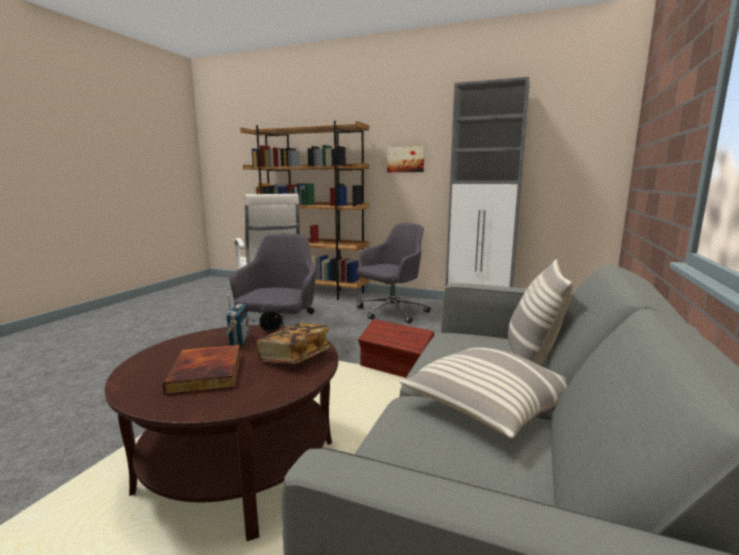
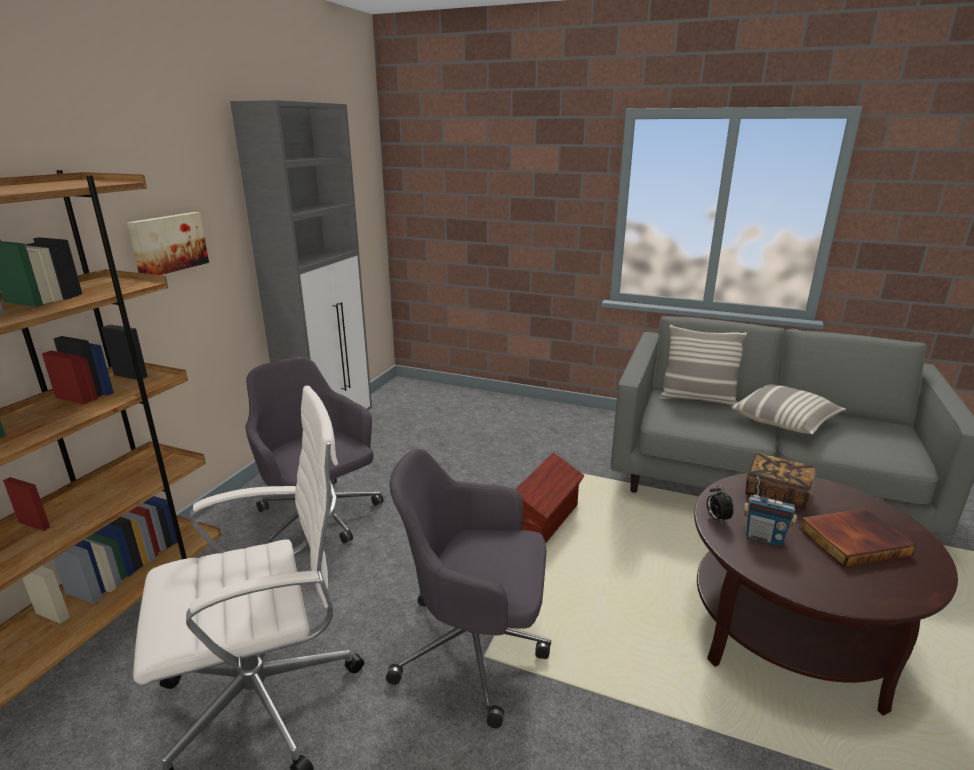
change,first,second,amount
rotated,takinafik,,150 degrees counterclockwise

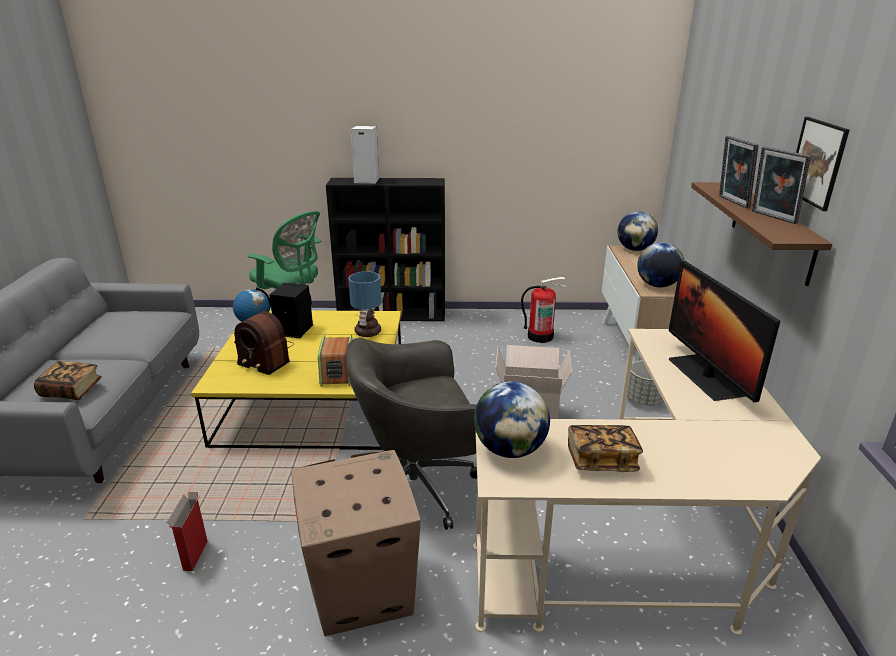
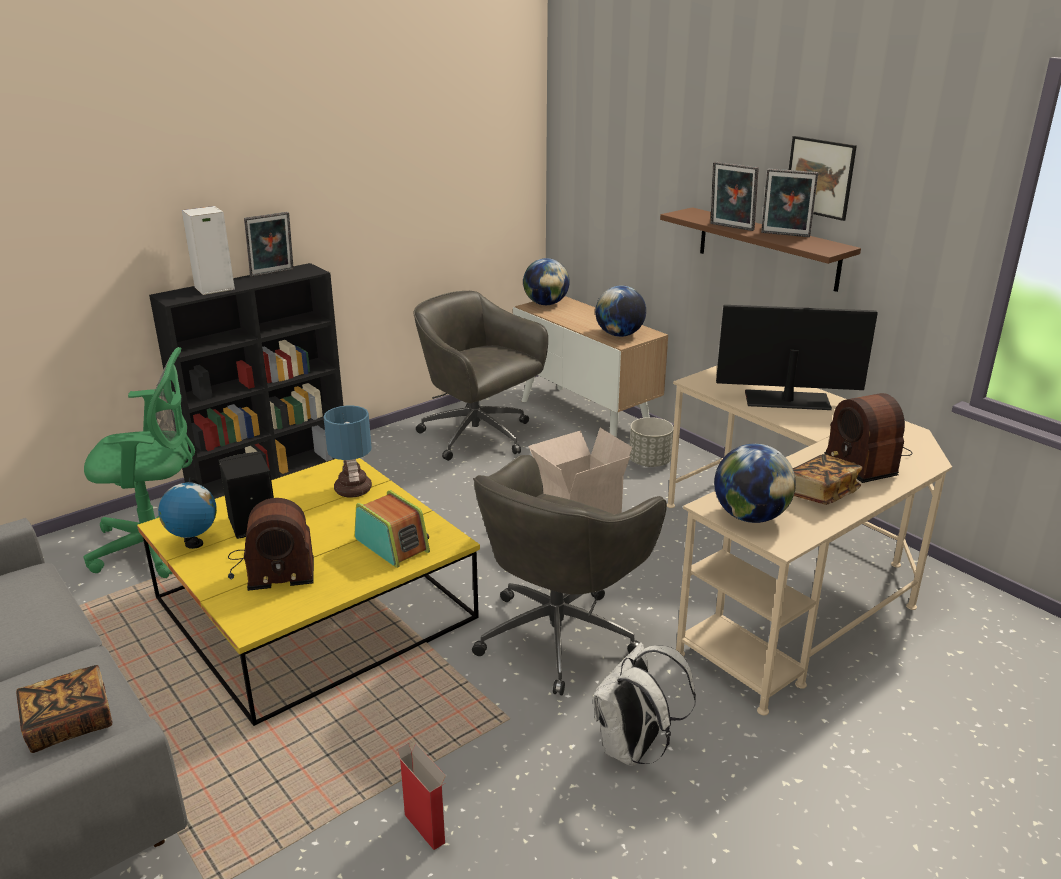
change,first,second,amount
new,,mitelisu (no. 1 from left),
new,,takinafik (no. 3 from left),
swapped,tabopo (no. 2 from left),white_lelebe,
swapped,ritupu,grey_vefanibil (no. 1 from left),
rotated,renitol,,150 degrees clockwise

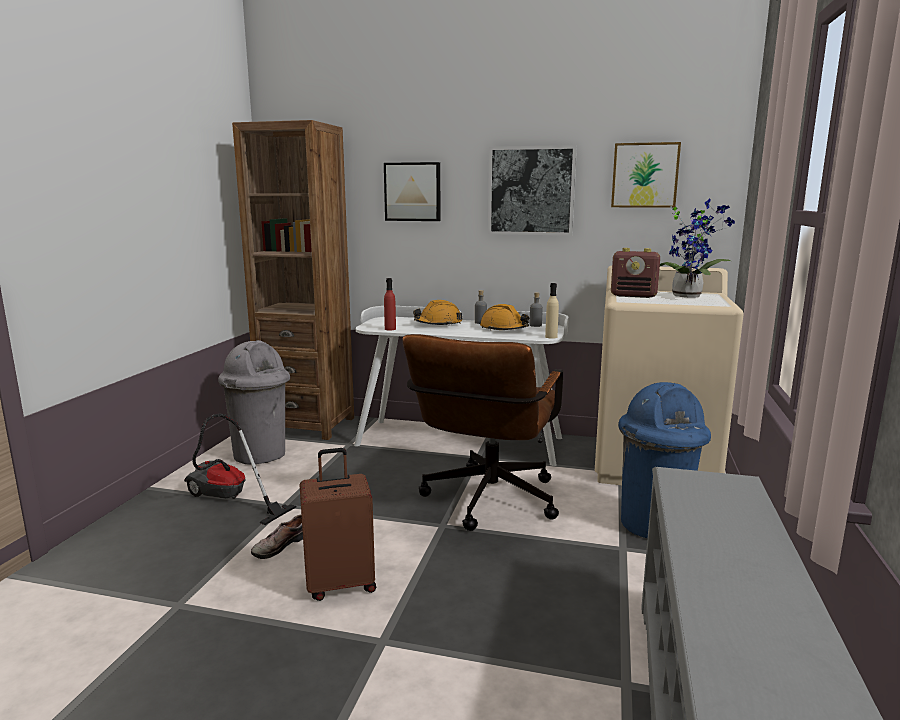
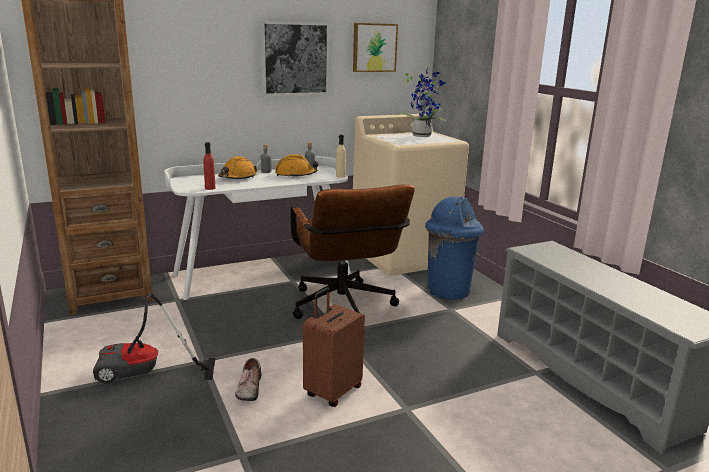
change,first,second,amount
gone,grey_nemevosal,,
gone,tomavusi (no. 1 from left),,
gone,takinafik,,

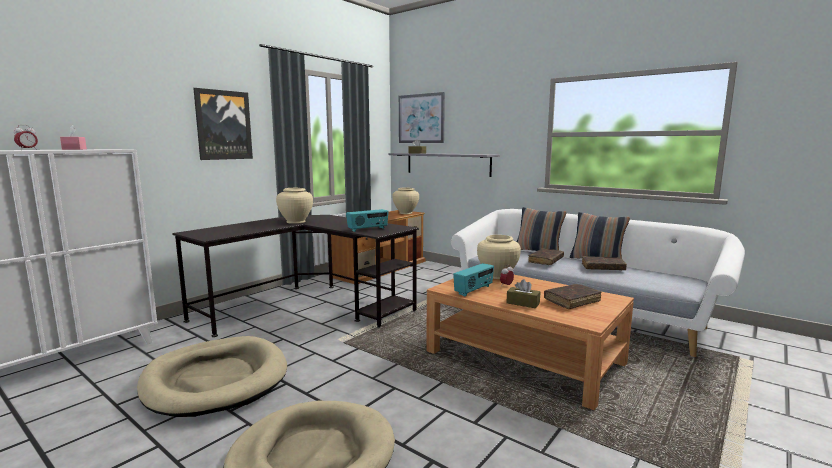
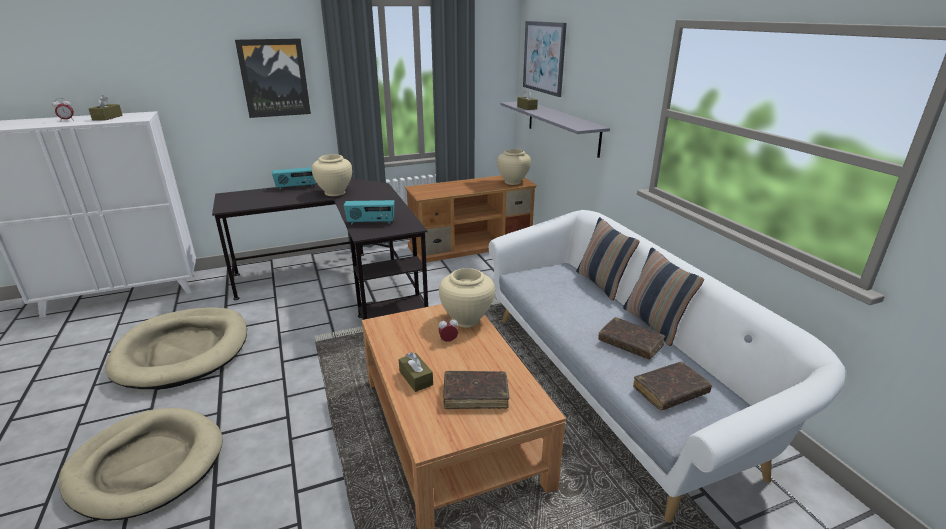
change,first,second,amount
shifted,takinafik (no. 2 from left in the first image),takinafik (no. 1 from left),
shifted,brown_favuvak (no. 1 from left in the first image),brown_favuvak (no. 3 from left),
repainted,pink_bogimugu,brown_bogimugu (no. 1 from left),

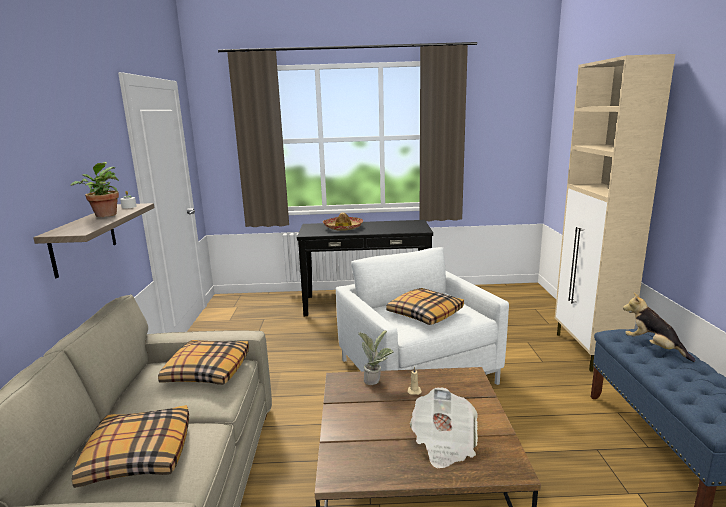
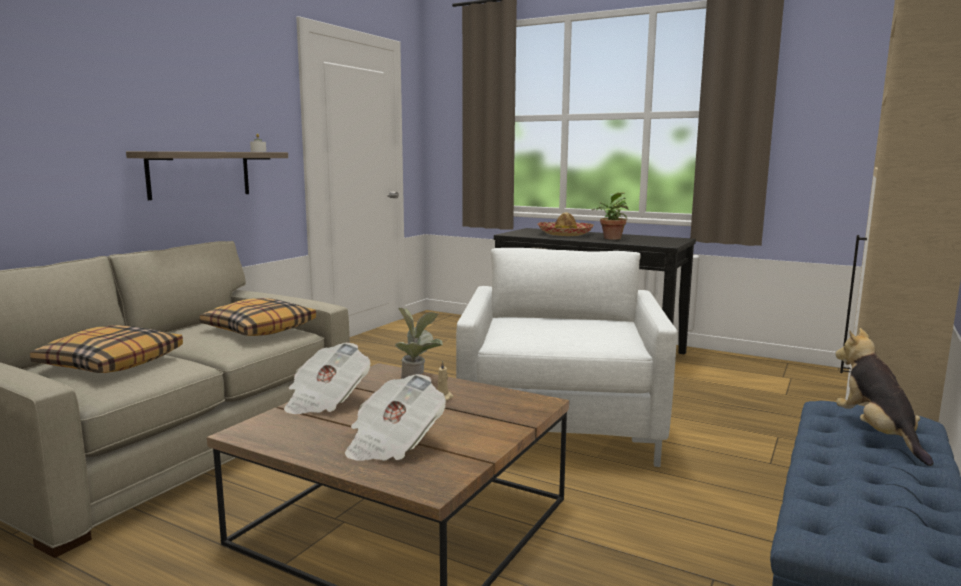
change,first,second,amount
gone,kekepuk (no. 3 from left),,
new,,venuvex (no. 1 from left),
shifted,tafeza (no. 1 from left in the first image),tafeza (no. 2 from left),

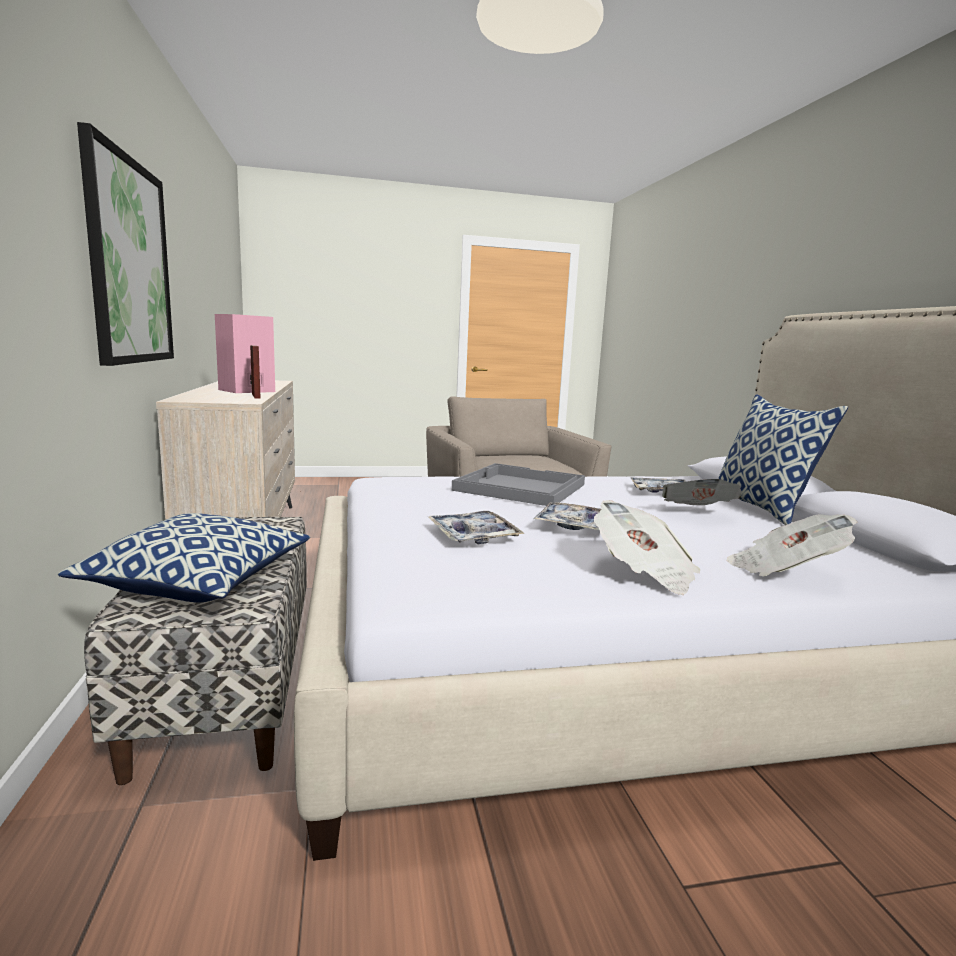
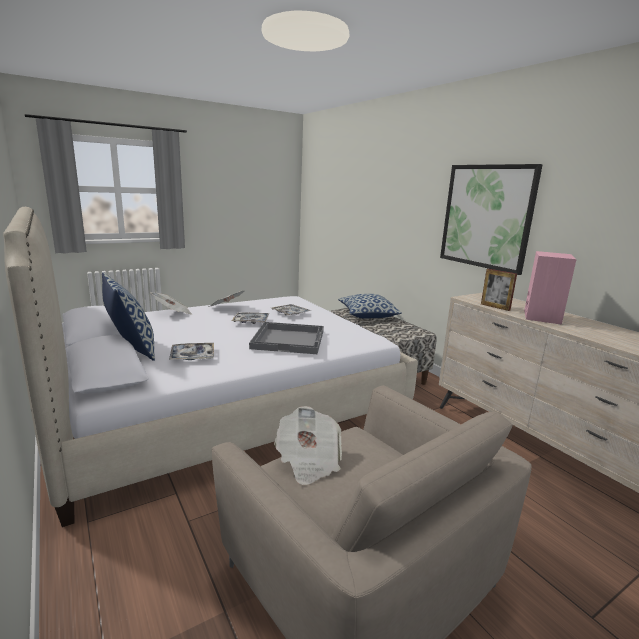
change,first,second,amount
shifted,venuvex (no. 2 from left in the first image),venuvex (no. 3 from left),

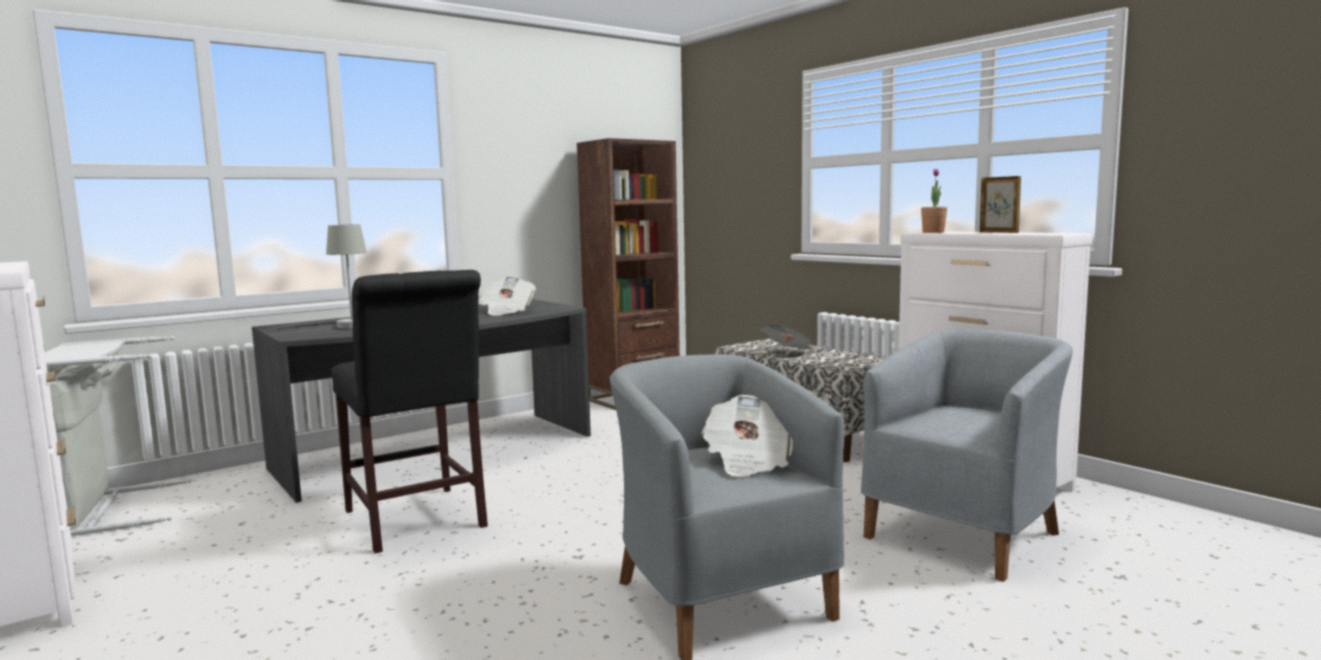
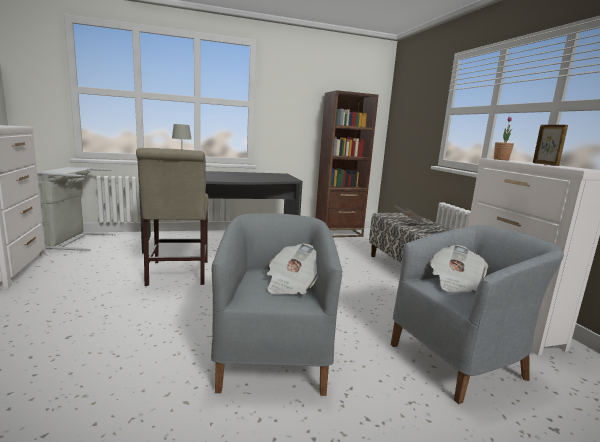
change,first,second,amount
shifted,venuvex (no. 1 from left in the first image),venuvex (no. 3 from left),
repainted,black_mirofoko,beige_mirofoko,

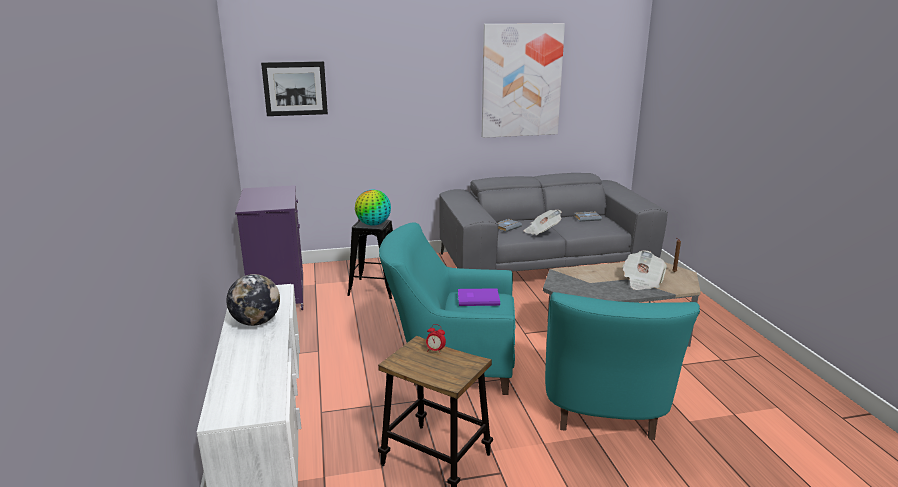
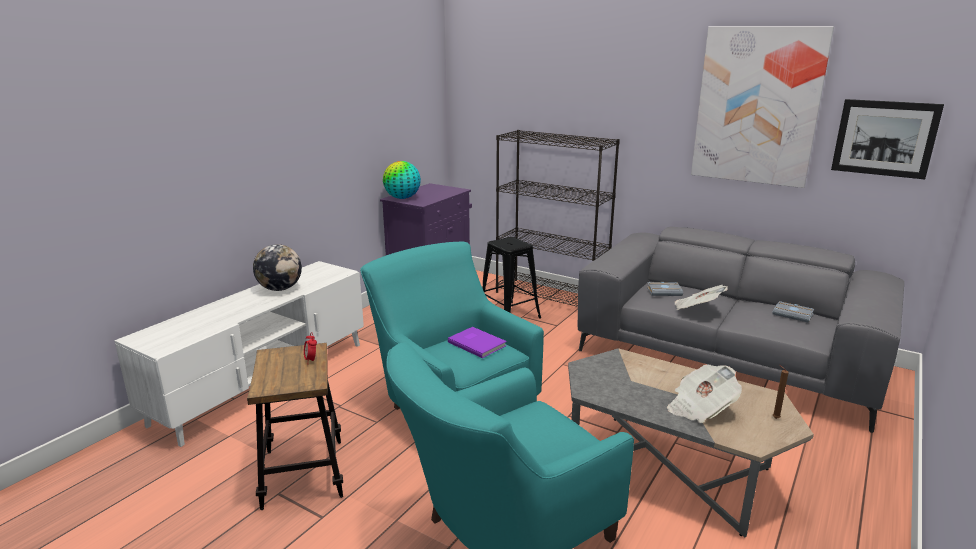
change,first,second,amount
new,,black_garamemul,
shifted,tomavusi (no. 1 from left in the first image),tomavusi (no. 2 from left),
shifted,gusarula (no. 2 from left),,

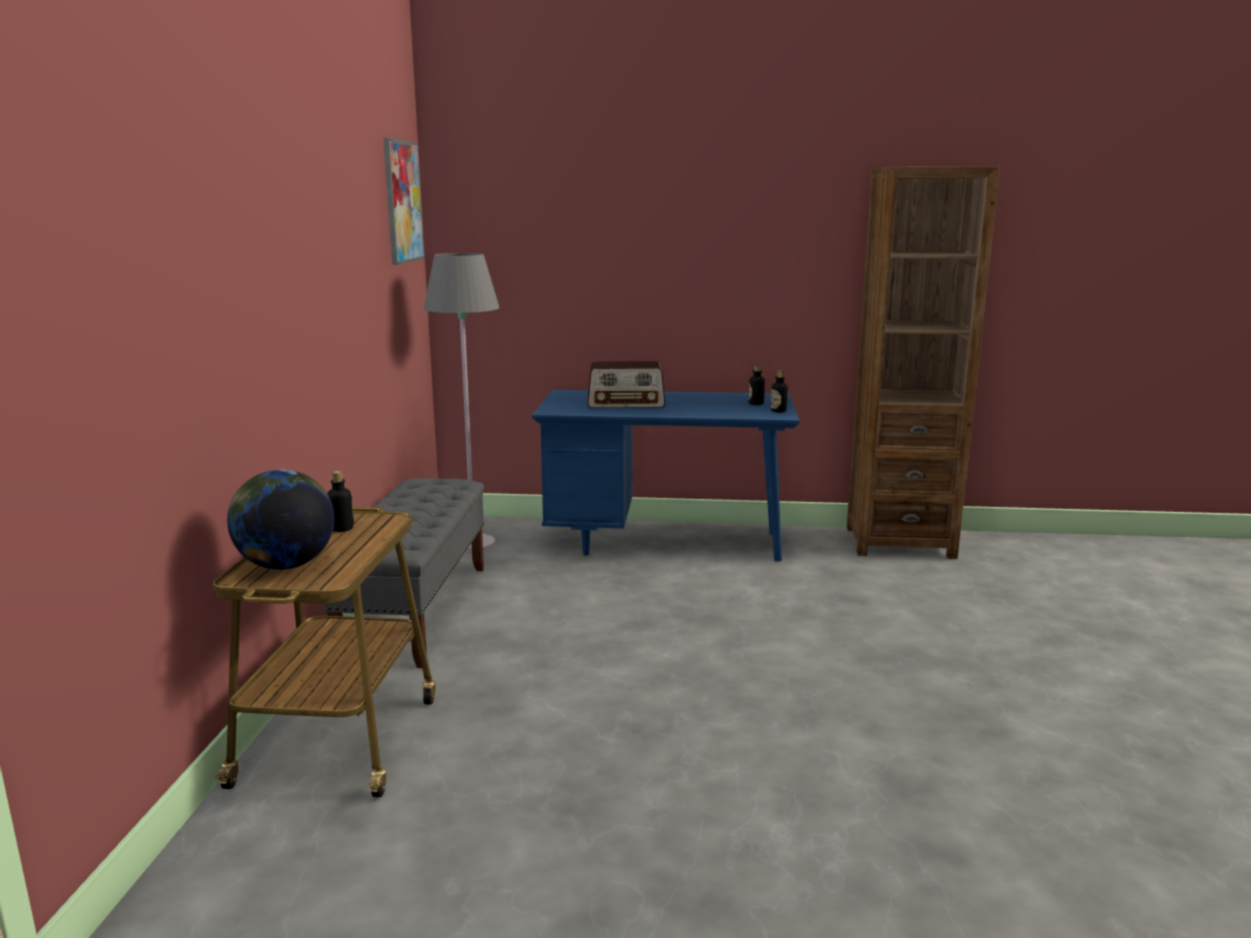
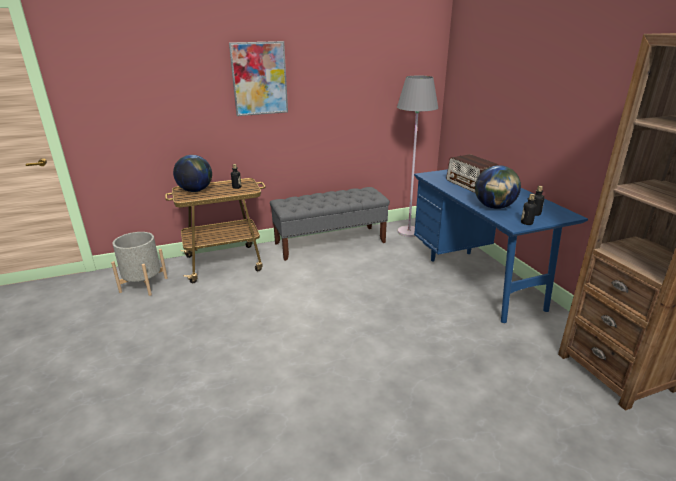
change,first,second,amount
new,,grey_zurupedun,
new,,gusarula (no. 2 from left),
shifted,tomavusi,,

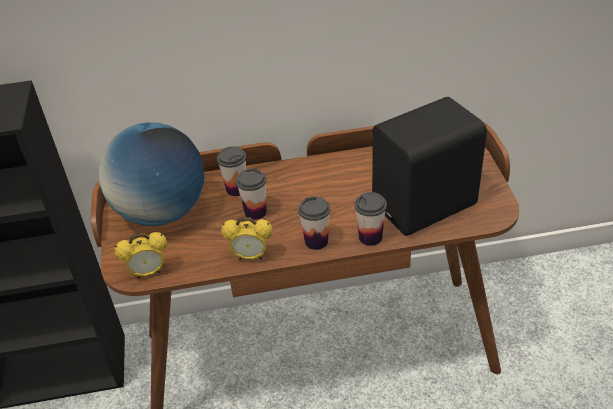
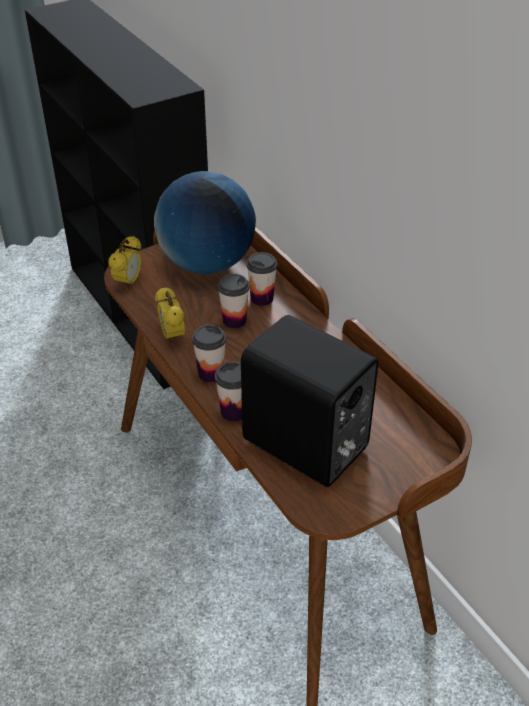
change,first,second,amount
rotated,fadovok (no. 1 from left),,120 degrees counterclockwise

